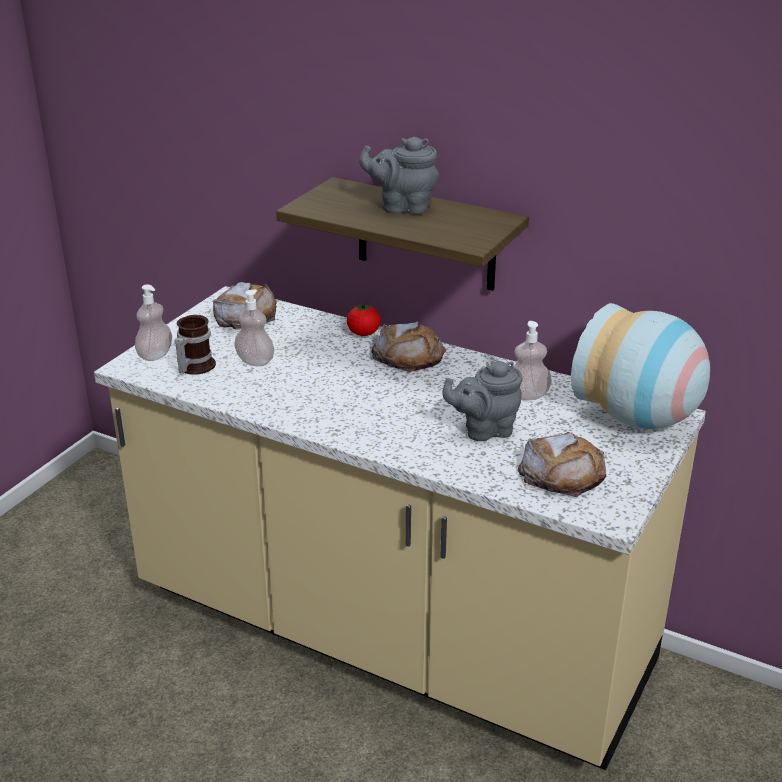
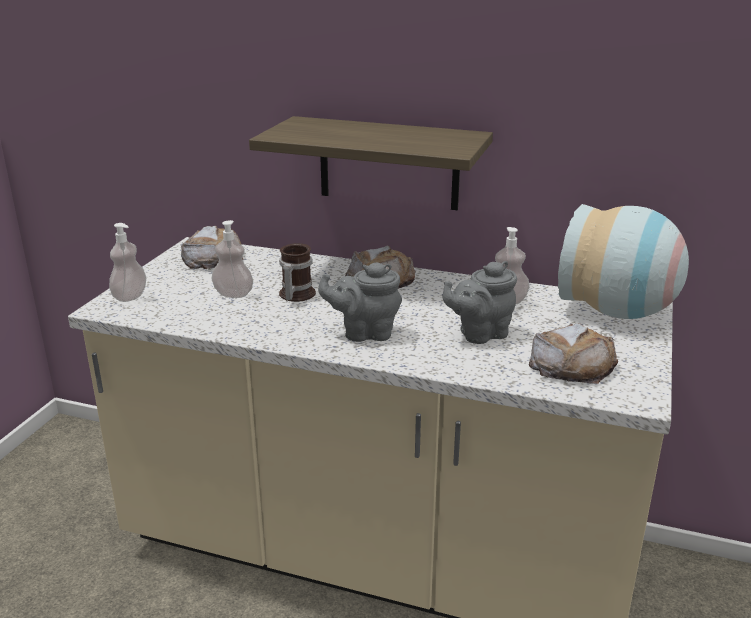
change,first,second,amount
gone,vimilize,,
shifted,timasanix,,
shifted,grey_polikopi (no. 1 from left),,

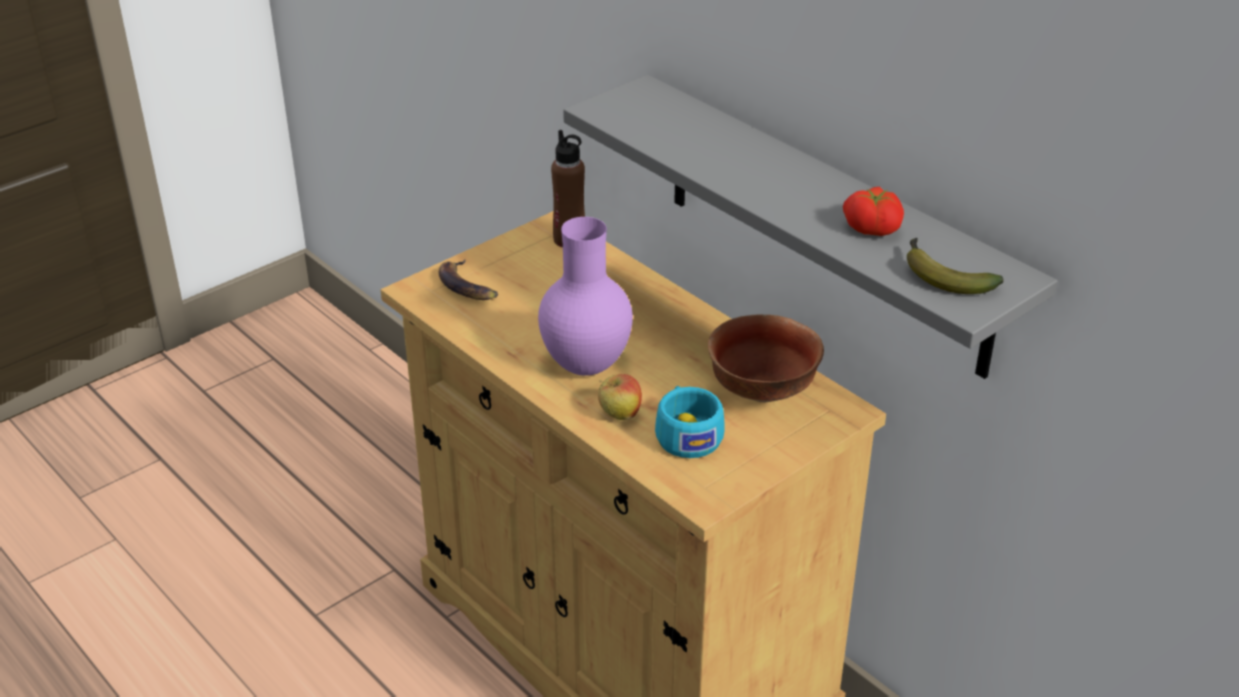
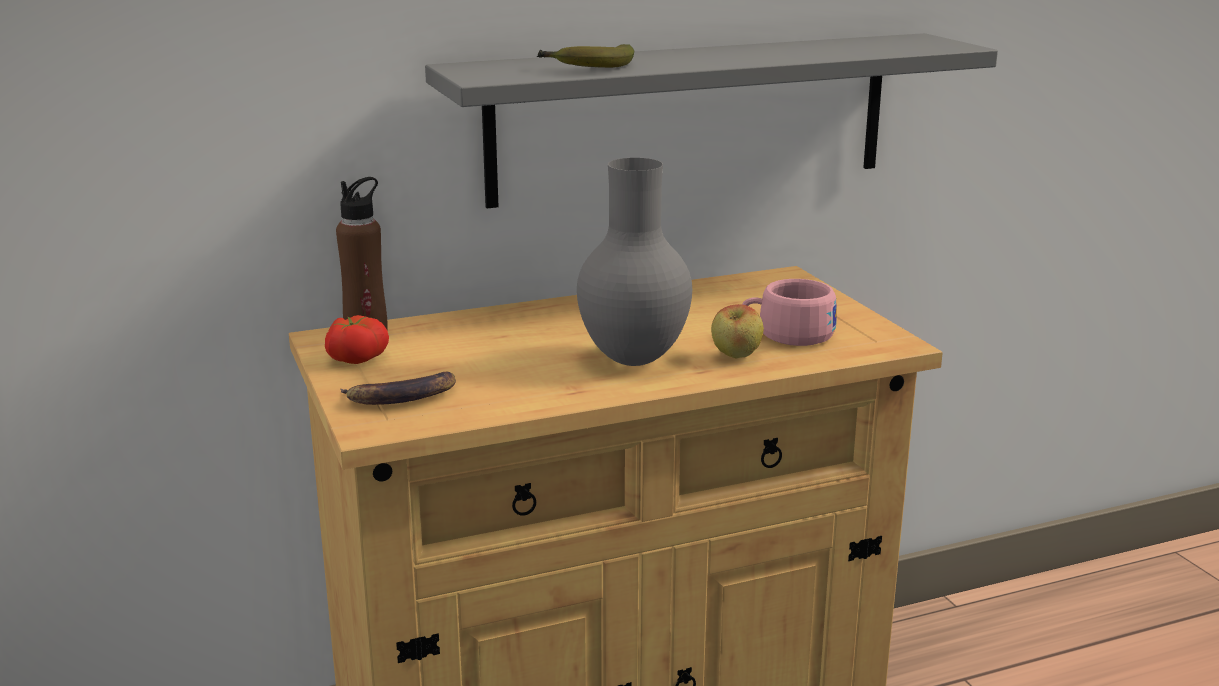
change,first,second,amount
gone,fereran,,
shifted,vimilize,,
shifted,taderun (no. 2 from left),,
repainted,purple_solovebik,grey_solovebik,
repainted,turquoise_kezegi,pink_kezegi,

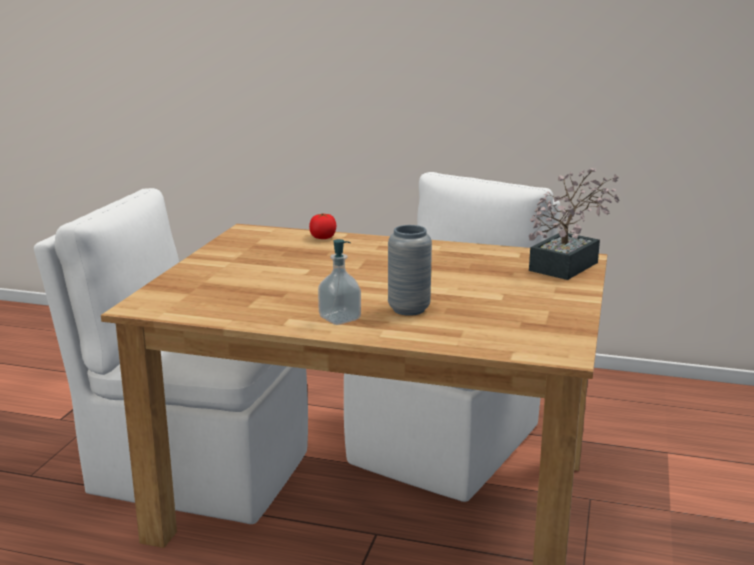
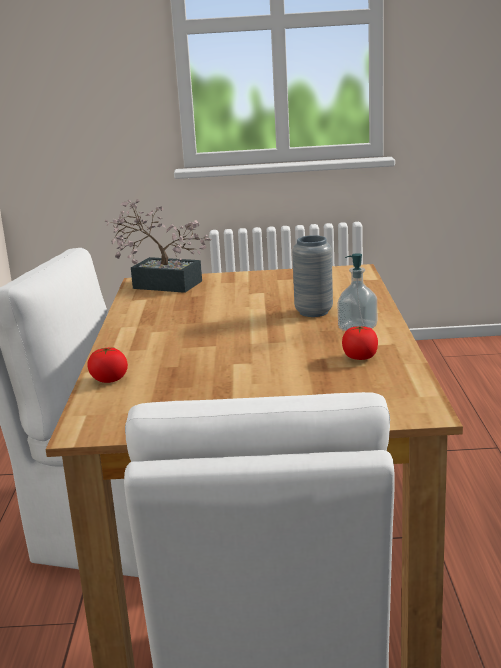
change,first,second,amount
new,,vimilize (no. 2 from left),

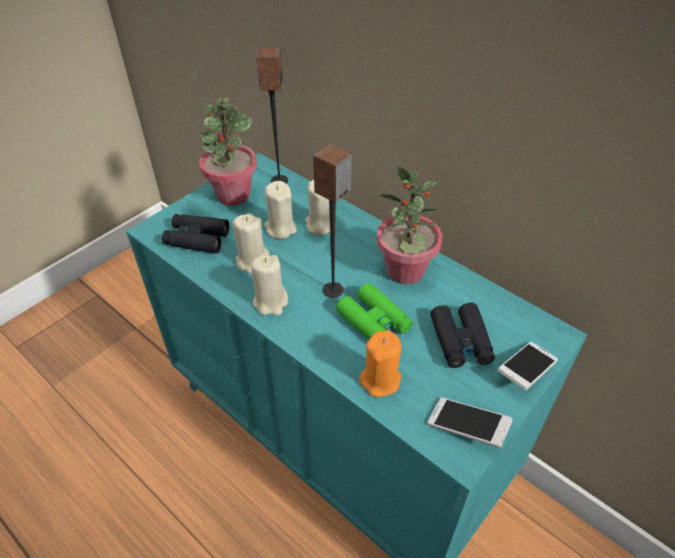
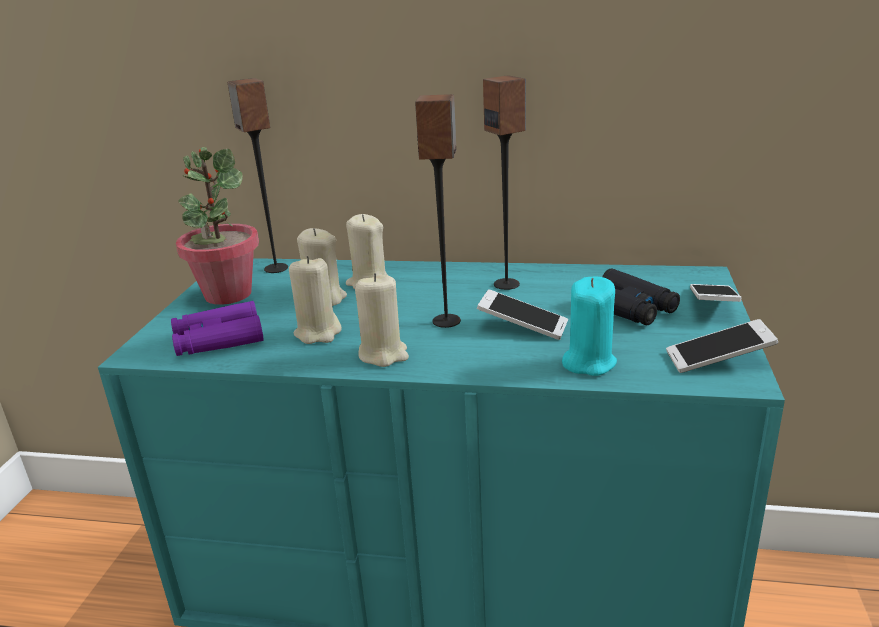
change,first,second,amount
swapped,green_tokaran,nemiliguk (no. 1 from left),
swapped,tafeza (no. 2 from left),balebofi (no. 3 from left),
repainted,black_tokaran (no. 1 from left),purple_tokaran,
repainted,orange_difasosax,turquoise_difasosax,

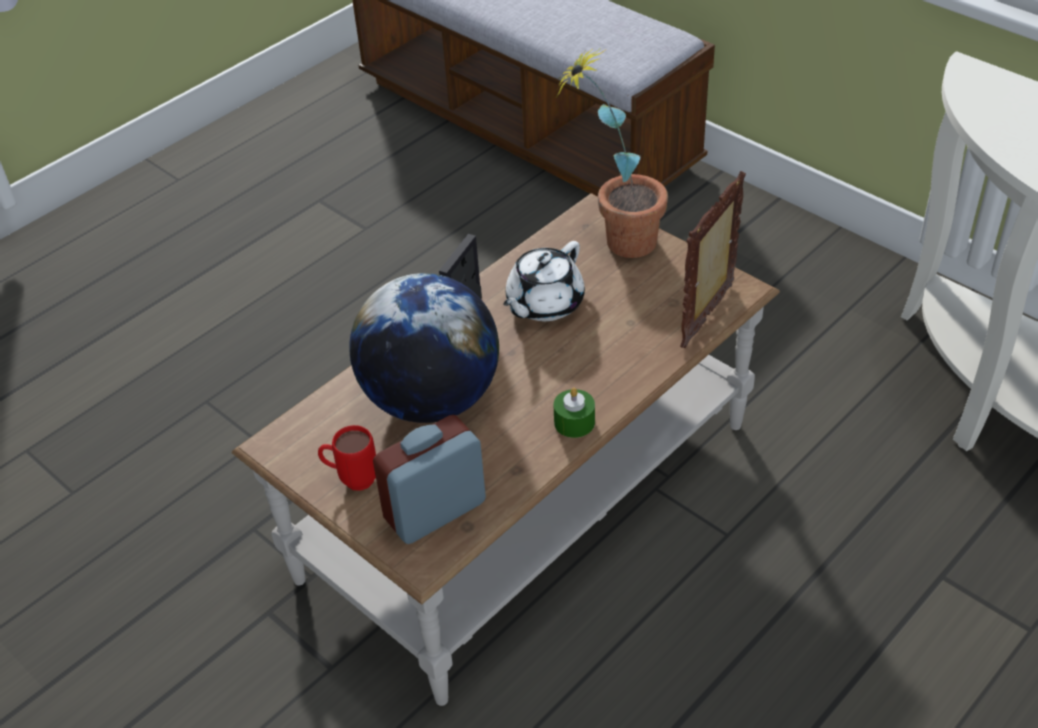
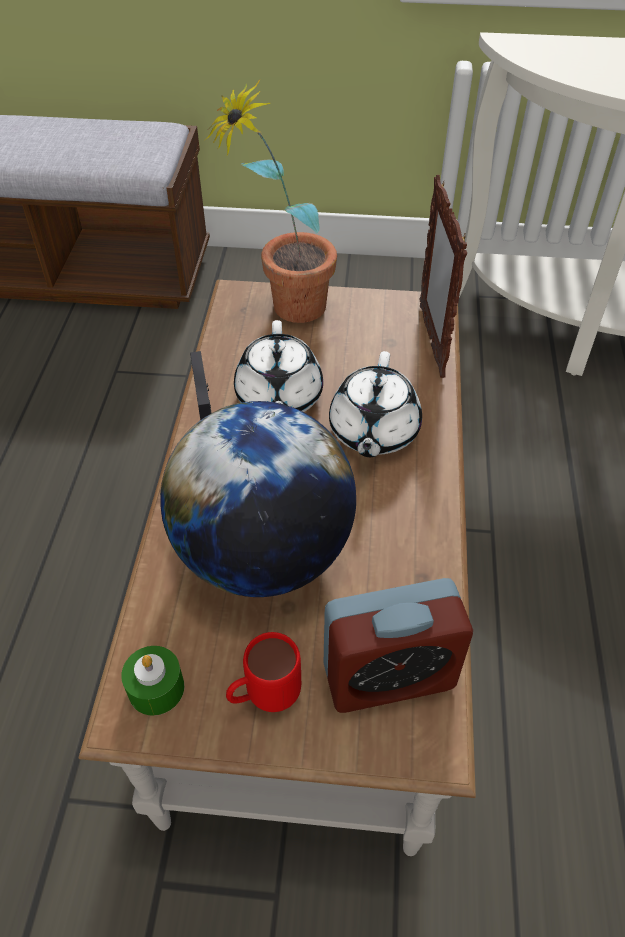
change,first,second,amount
new,,white_polikopi (no. 2 from left),
shifted,green_difasosax,,
rotated,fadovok,,120 degrees counterclockwise

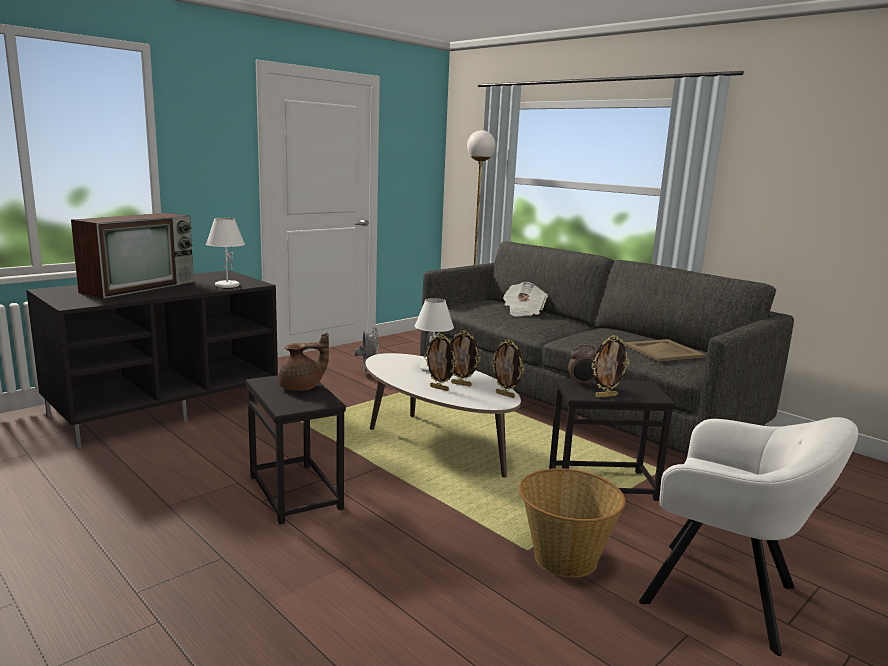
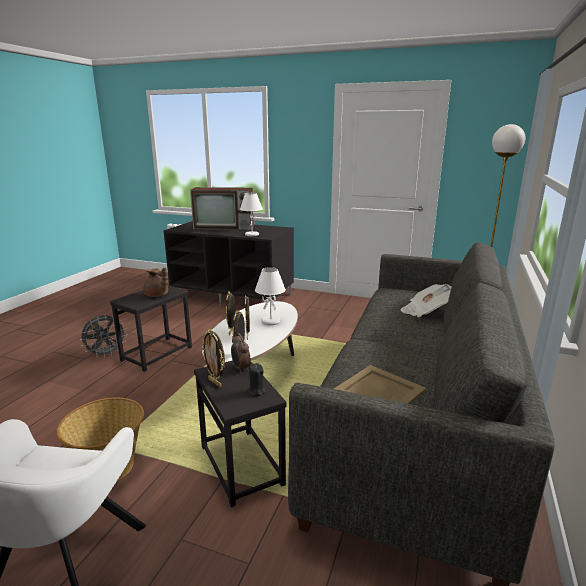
change,first,second,amount
new,,black_difasosax,
shifted,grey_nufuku,,

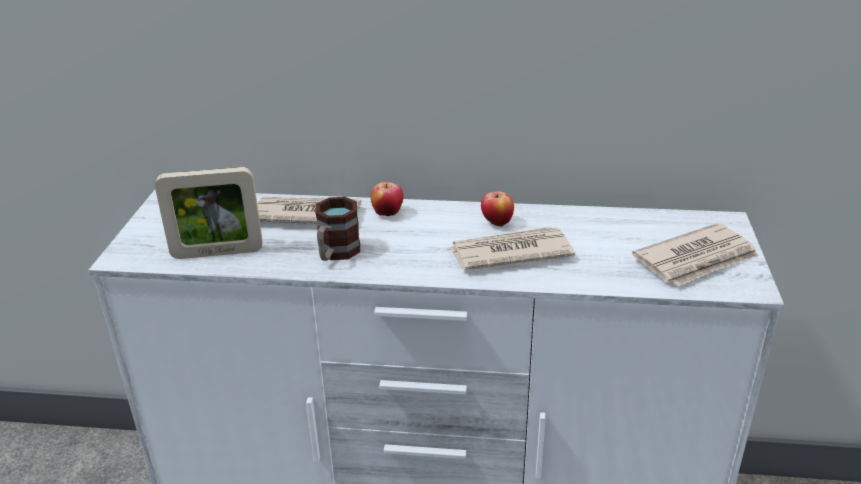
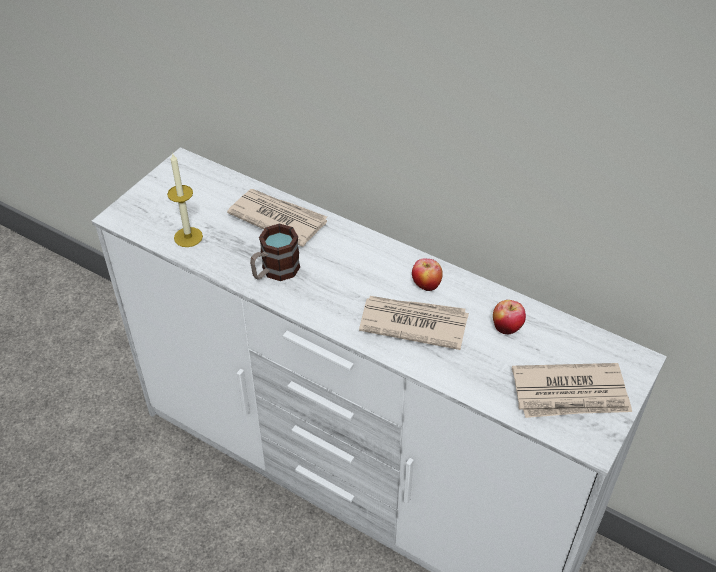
change,first,second,amount
shifted,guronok (no. 1 from left in the first image),guronok (no. 2 from left),
swapped,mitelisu,difasosax,

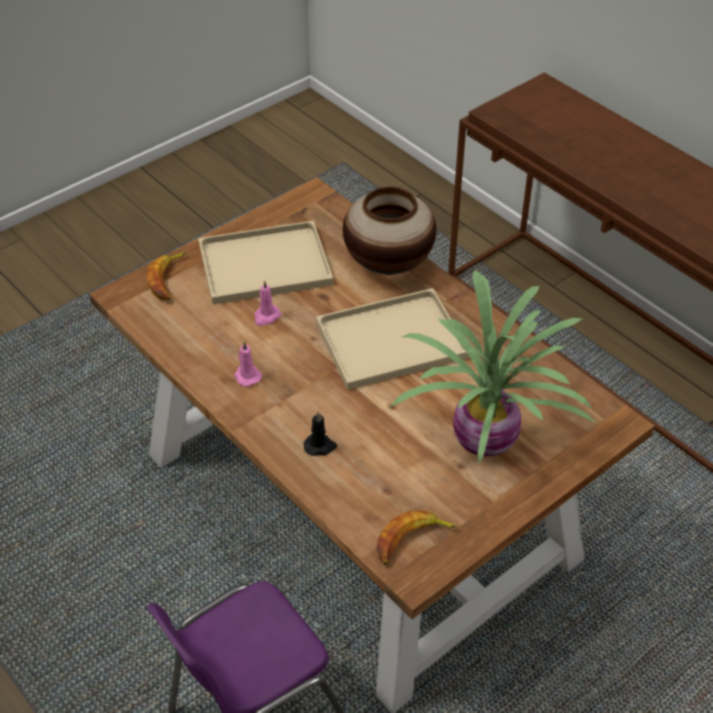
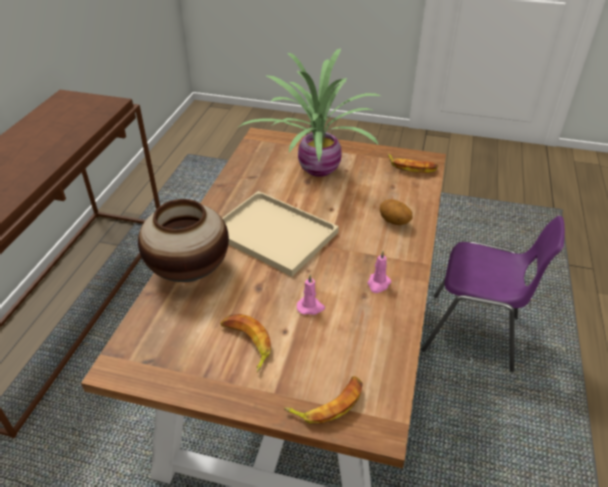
change,first,second,amount
swapped,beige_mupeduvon (no. 1 from left),taderun (no. 1 from left),
swapped,black_difasosax,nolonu,

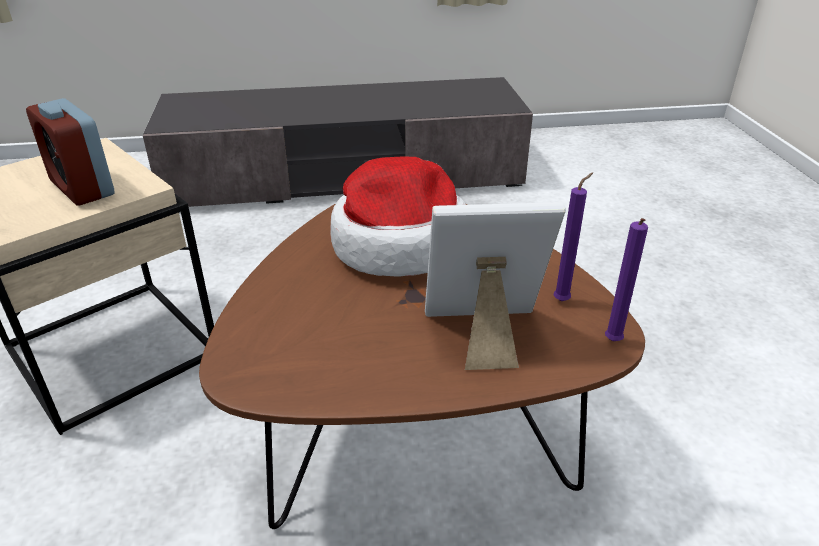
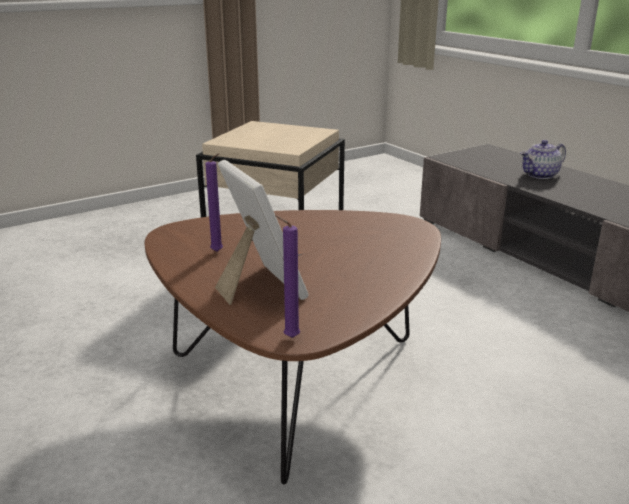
change,first,second,amount
gone,fadovok,,
gone,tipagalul,,
new,,polikopi,
shifted,purple_difasosax (no. 1 from left),,

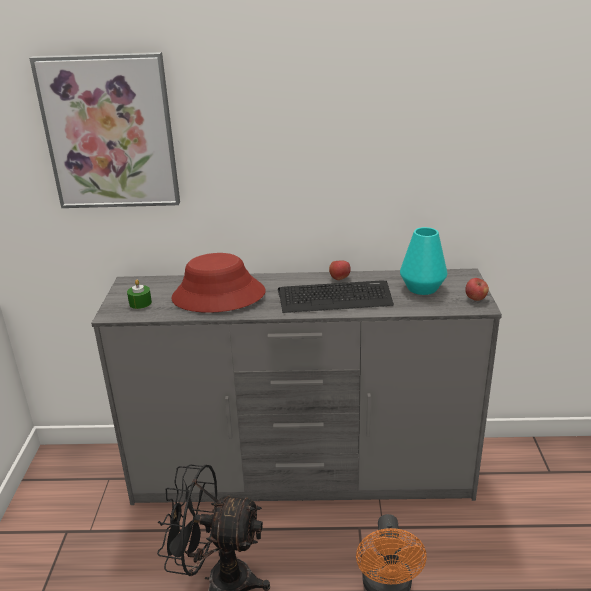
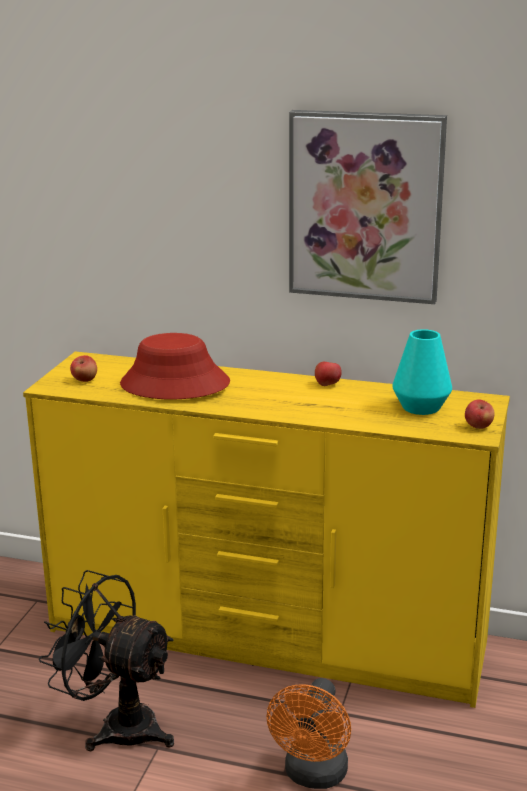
change,first,second,amount
gone,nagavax,,
shifted,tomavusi,,
swapped,green_difasosax,guronok (no. 1 from left),
repainted,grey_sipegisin,yellow_sipegisin,

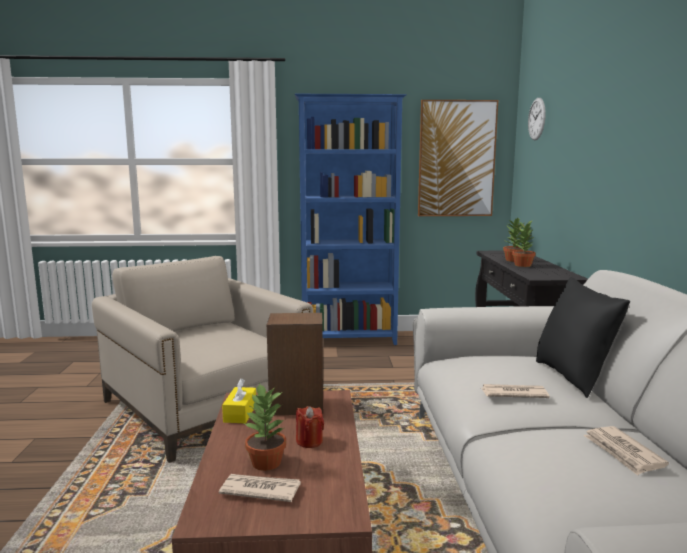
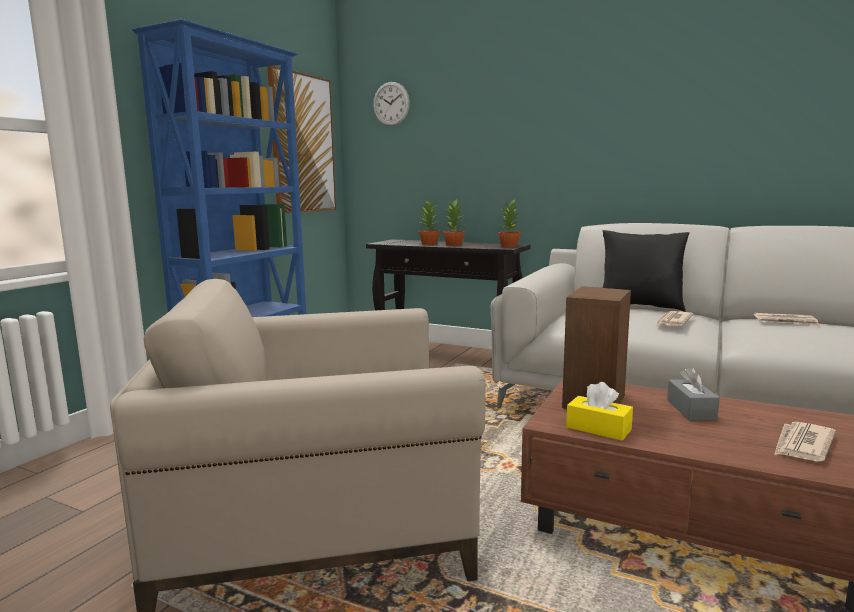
change,first,second,amount
shifted,tafeza (no. 1 from left in the first image),tafeza (no. 3 from left),
swapped,red_difasosax,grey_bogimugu,

